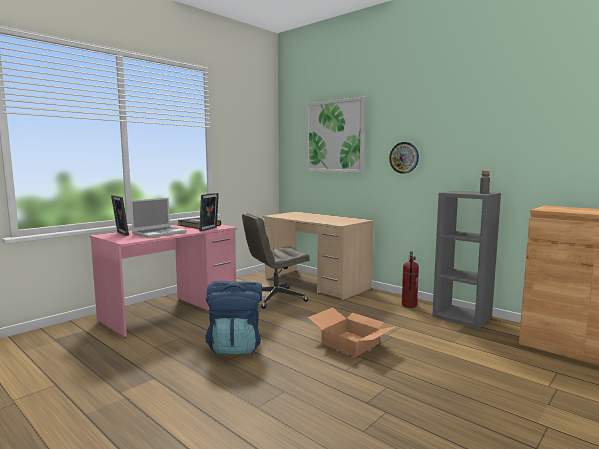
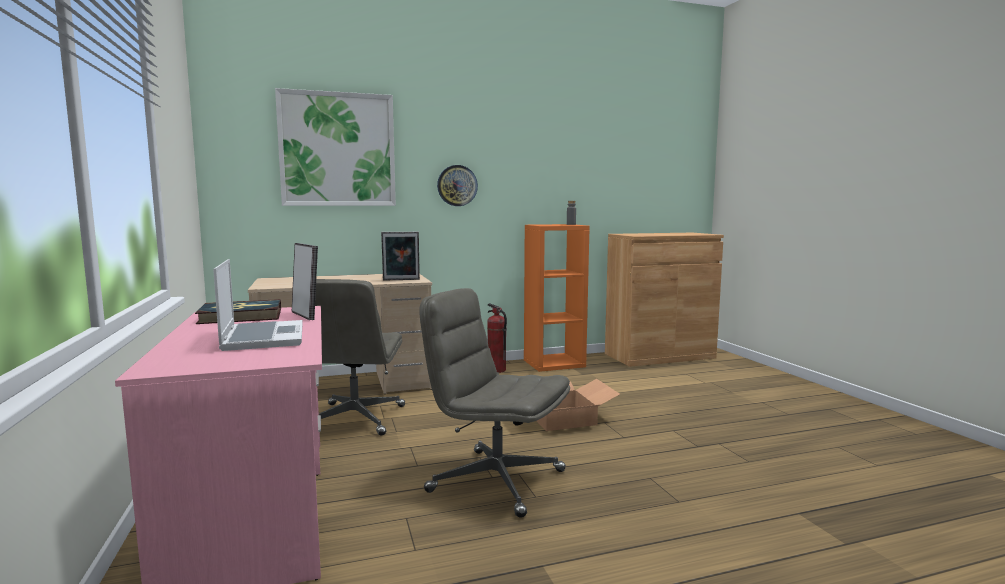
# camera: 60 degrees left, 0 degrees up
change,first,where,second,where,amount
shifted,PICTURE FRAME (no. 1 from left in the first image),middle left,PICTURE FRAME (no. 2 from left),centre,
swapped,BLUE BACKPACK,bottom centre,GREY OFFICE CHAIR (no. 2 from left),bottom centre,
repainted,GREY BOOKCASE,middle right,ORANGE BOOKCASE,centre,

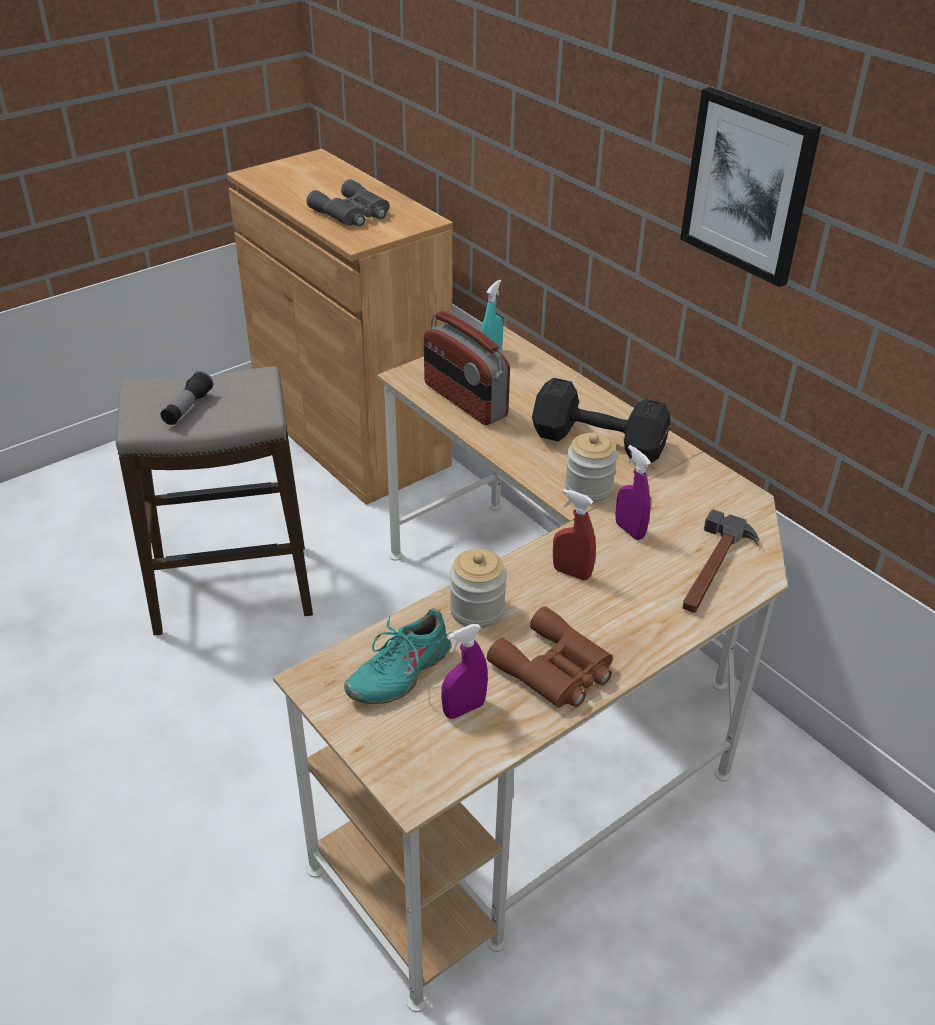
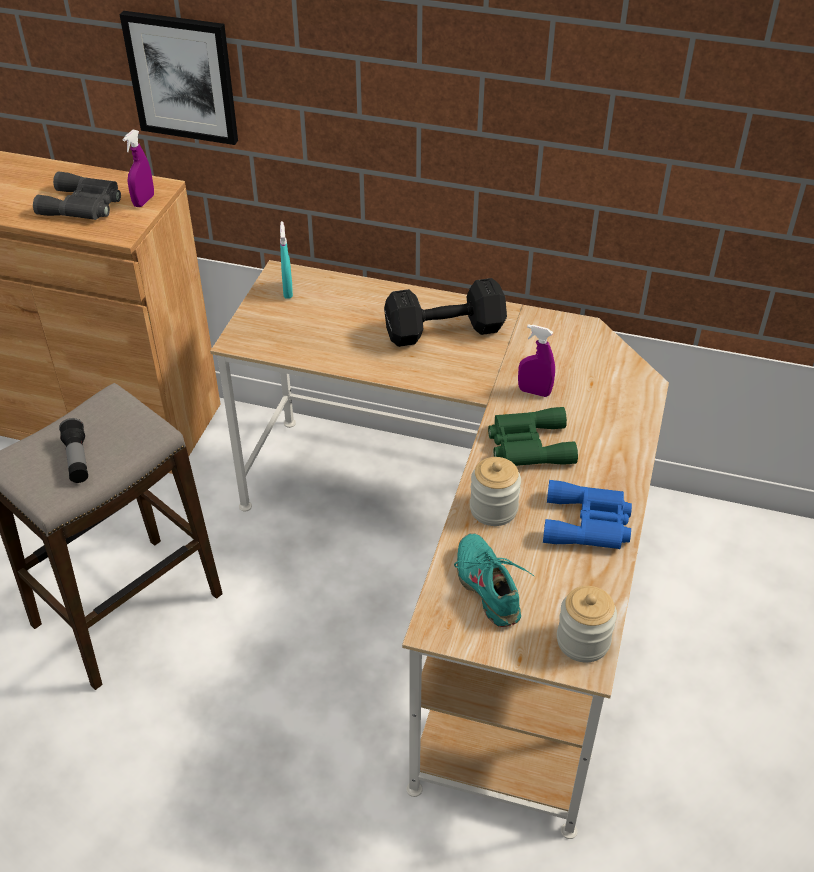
# camera: 35 degrees left, 5 degrees up
change,first,where,second,where,amount
rotated,TURQUOISE SHOE,centre,,centre,150 degrees clockwise
gone,RADIO,centre,,,
shifted,PURPLE SPRAY BOTTLE (no. 1 from left),centre,,top left,
repainted,BROWN BINOCULARS,centre,BLUE BINOCULARS,middle right,
swapped,RED SPRAY BOTTLE,centre,GREEN BINOCULARS,centre,
shifted,JAR (no. 2 from left),centre,,bottom right,
shifted,PICTURE,top right,,top left,
gone,HAMMER,middle right,,,

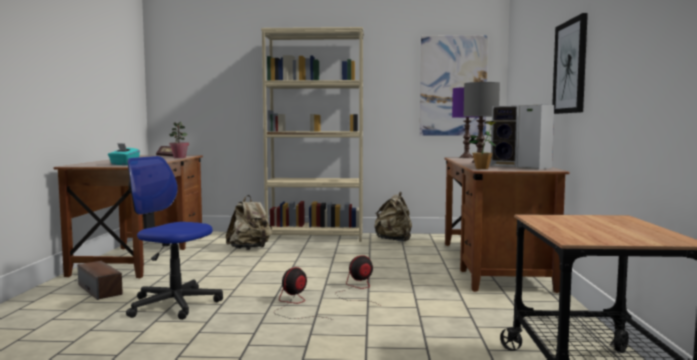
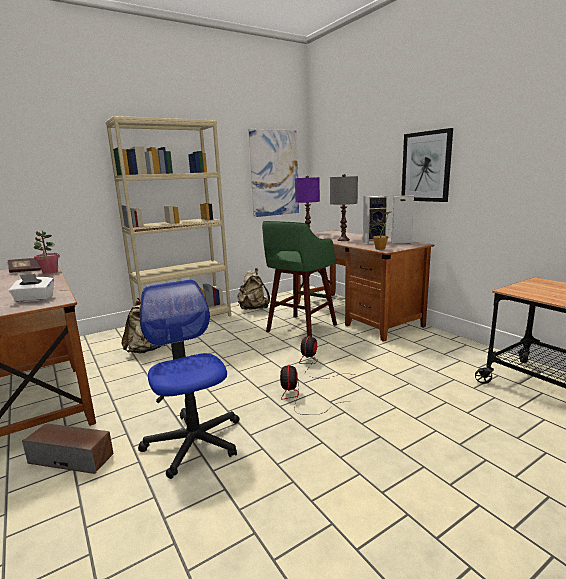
# camera: 35 degrees left, 10 degrees up
change,first,where,second,where,amount
repainted,TURQUOISE TISSUE BOX,middle left,WHITE TISSUE BOX,middle left,
rotated,OFFICE CHAIR,middle left,,centre,75 degrees clockwise
new,,,GREEN STOOL,centre,

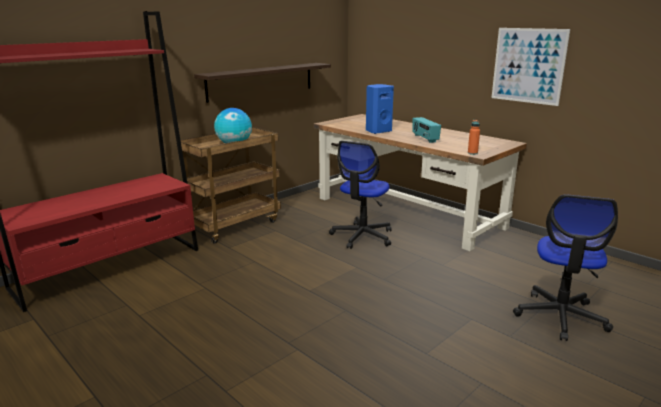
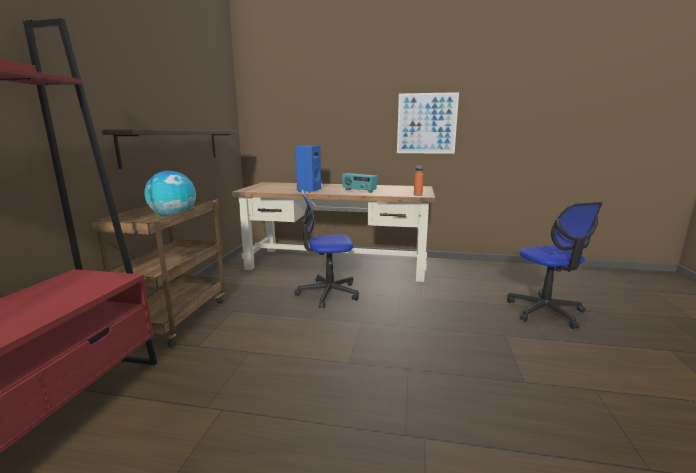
# camera: 35 degrees left, 5 degrees down
change,first,where,second,where,amount
rotated,OFFICE CHAIR (no. 1 from left),centre,,centre,90 degrees clockwise

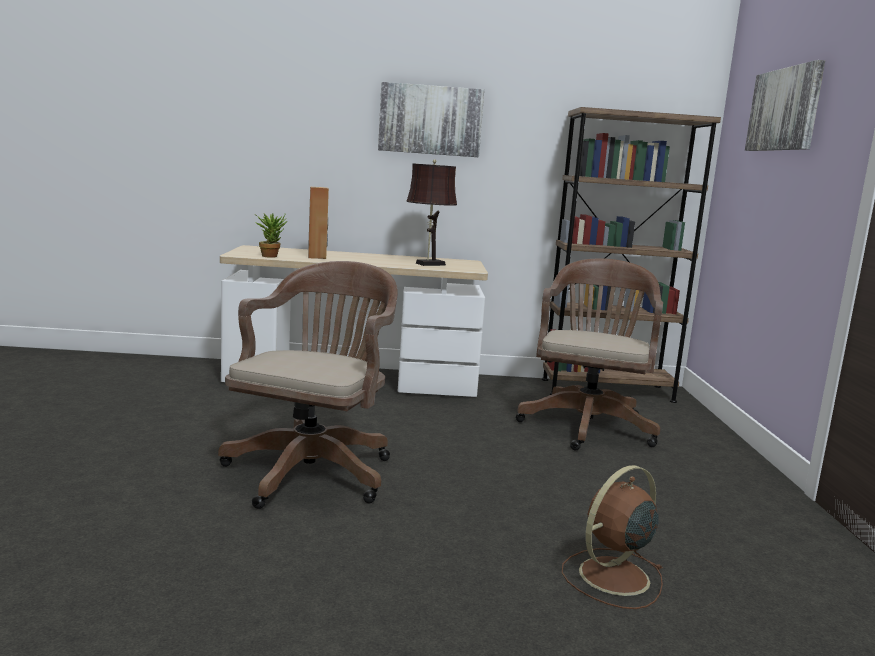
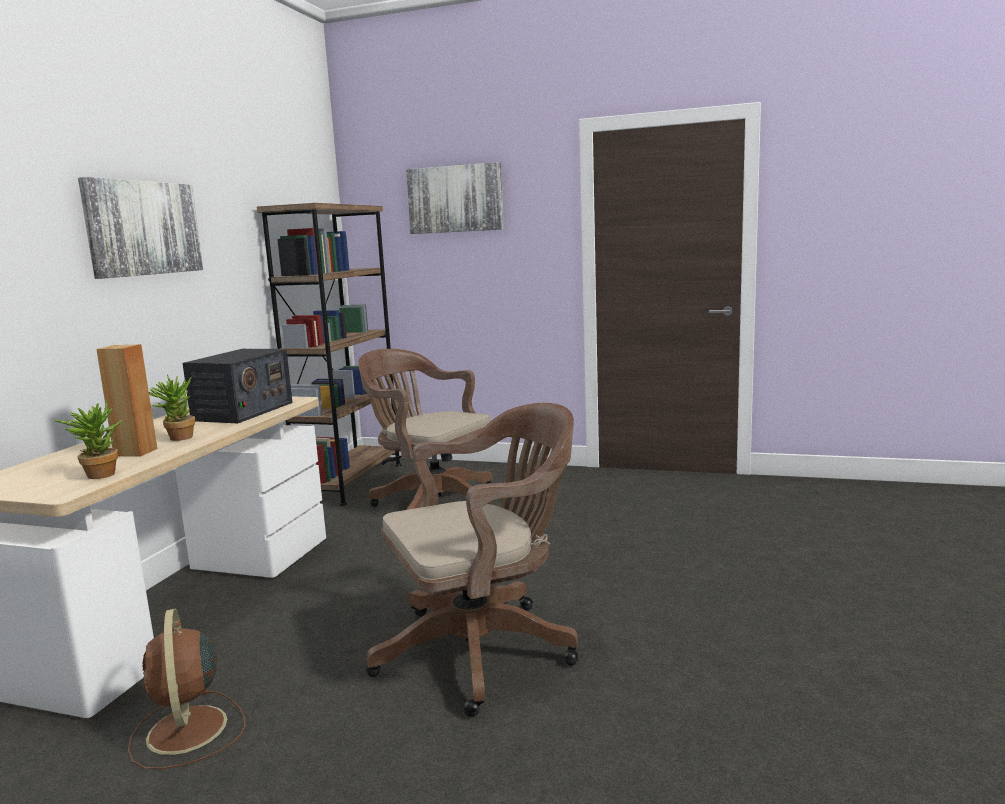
# camera: 70 degrees left, 0 degrees up
change,first,where,second,where,amount
rotated,BROWN OFFICE CHAIR (no. 1 from left in the first image),centre,BROWN OFFICE CHAIR (no. 2 from left),bottom centre,120 degrees clockwise
swapped,BROWN TABLE LAMP,top centre,RADIO,middle left,
shifted,BROWN FAN,bottom right,,bottom left,
new,,,POTTED PLANT (no. 2 from left),middle left,

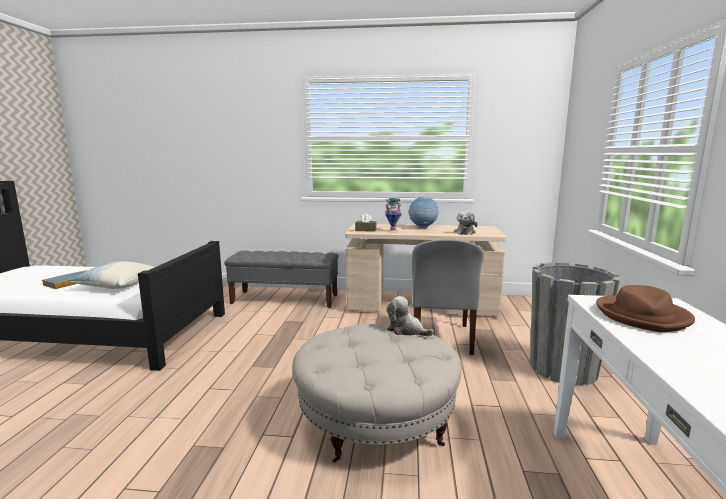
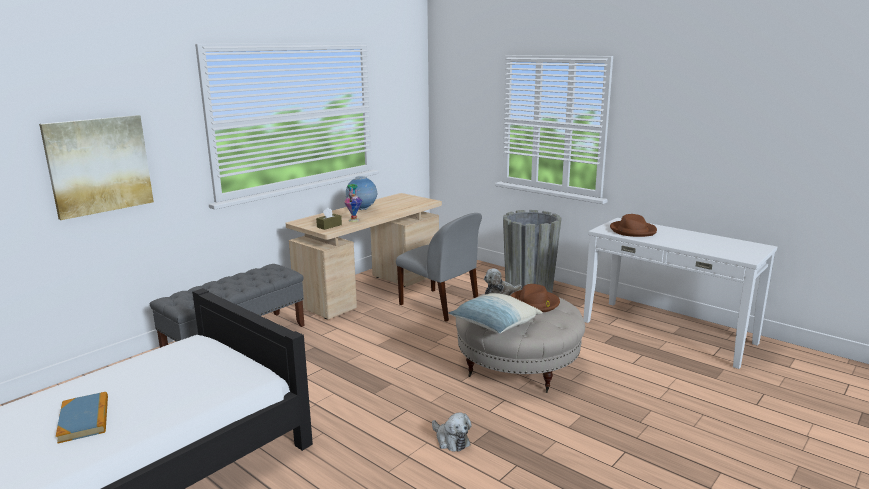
# camera: 55 degrees left, 5 degrees up
change,first,where,second,where,amount
shifted,PILLOW,middle left,,centre,
shifted,PLUSH TOY (no. 2 from left in the first image),centre,PLUSH TOY (no. 1 from left),bottom centre,
new,,,PICTURE,middle left,
new,,,BROWN HAT (no. 1 from left),centre,

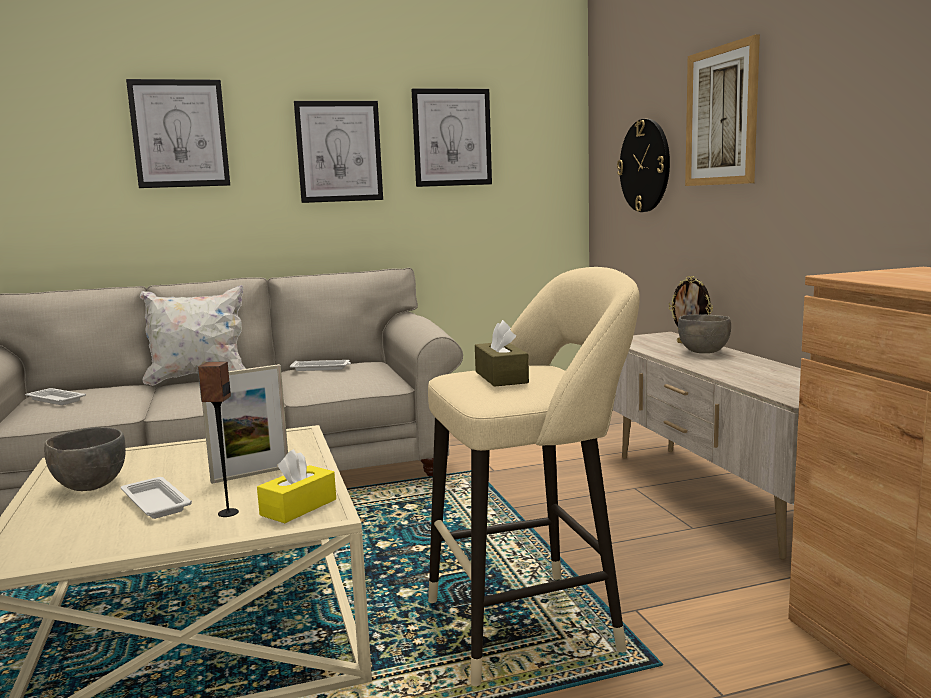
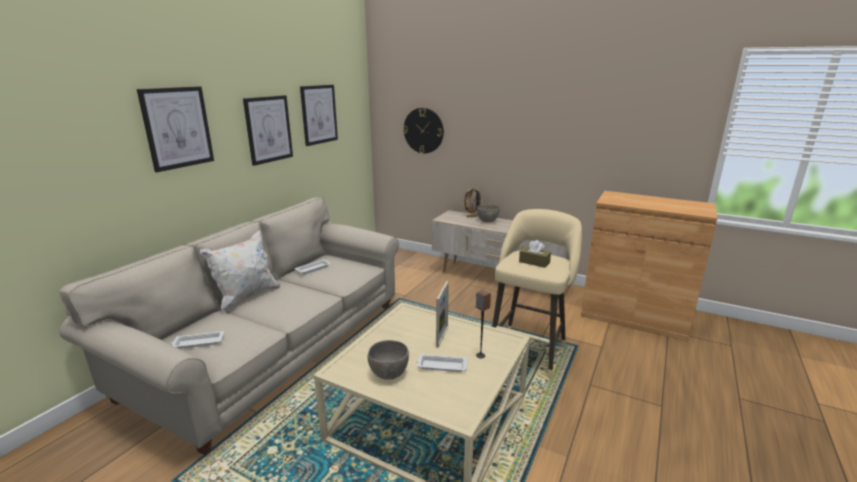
# camera: 45 degrees left, 10 degrees up
change,first,where,second,where,amount
gone,YELLOW TISSUE BOX,bottom left,,,
gone,PICTURE (no. 4 from left),top right,,,

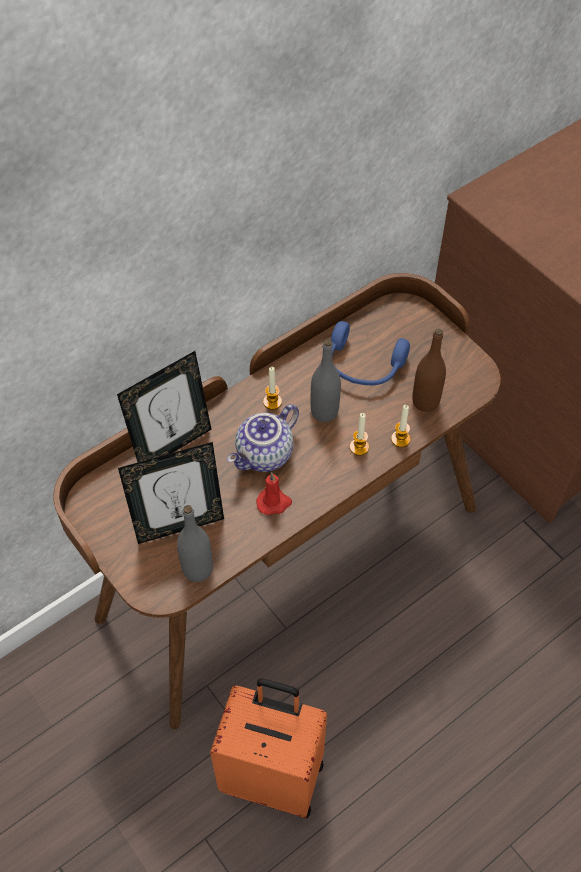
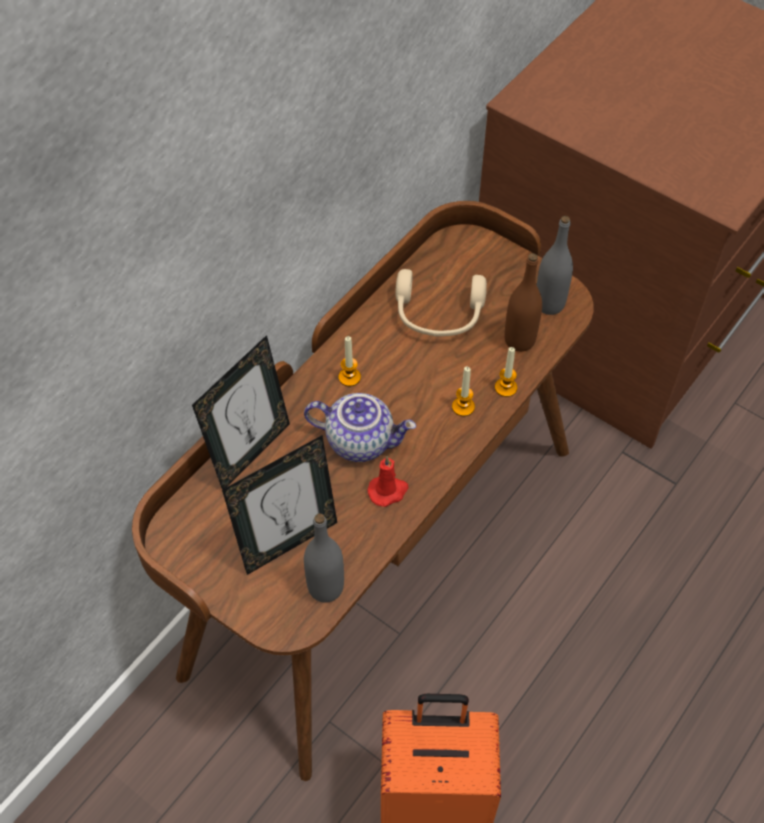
# camera: 15 degrees left, 0 degrees up
change,first,where,second,where,amount
rotated,TEAPOT,centre,,centre,105 degrees counterclockwise
shifted,GREY BOTTLE (no. 2 from left),centre,,top right,
repainted,BLUE HEADPHONES,centre,BEIGE HEADPHONES,centre,

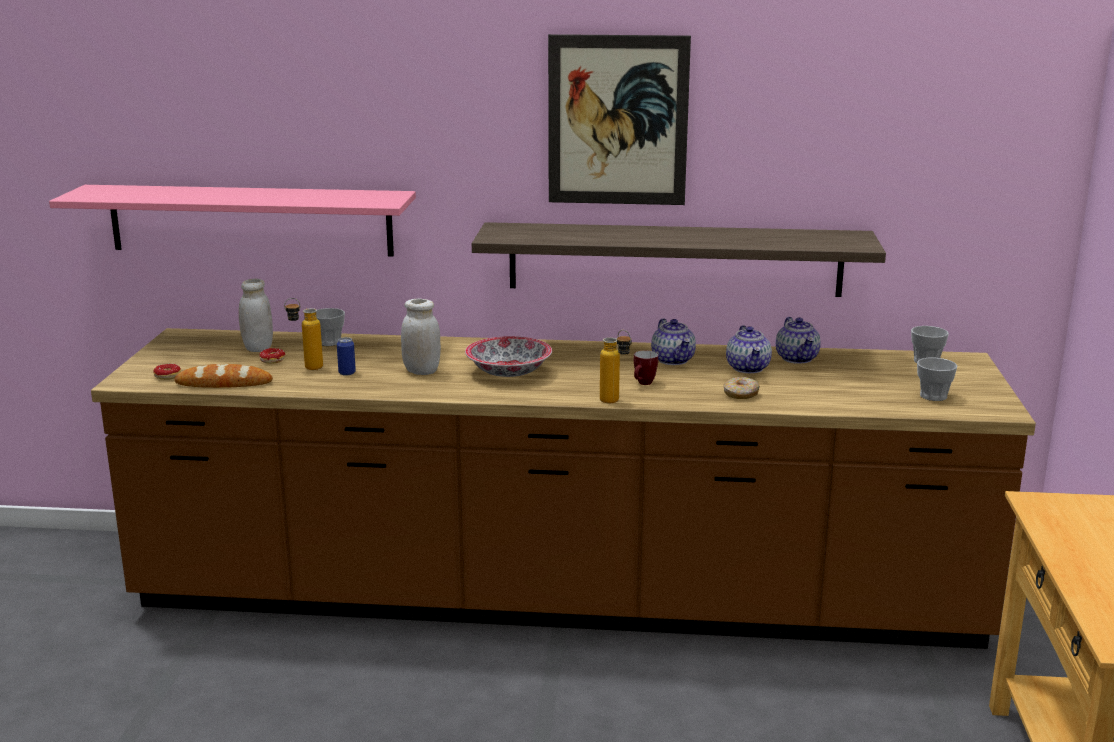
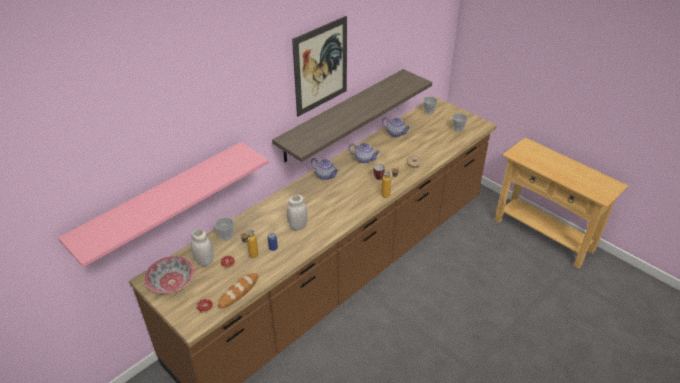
# camera: 50 degrees left, 20 degrees up
change,first,where,second,where,amount
shifted,BOWL,centre,,bottom left,
shifted,TEAPOT (no. 2 from left in the first image),middle right,TEAPOT (no. 1 from left),centre,

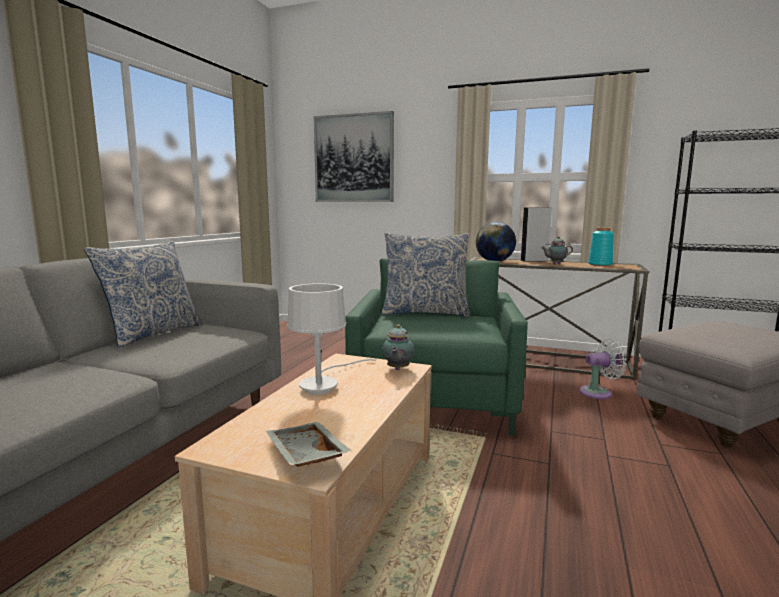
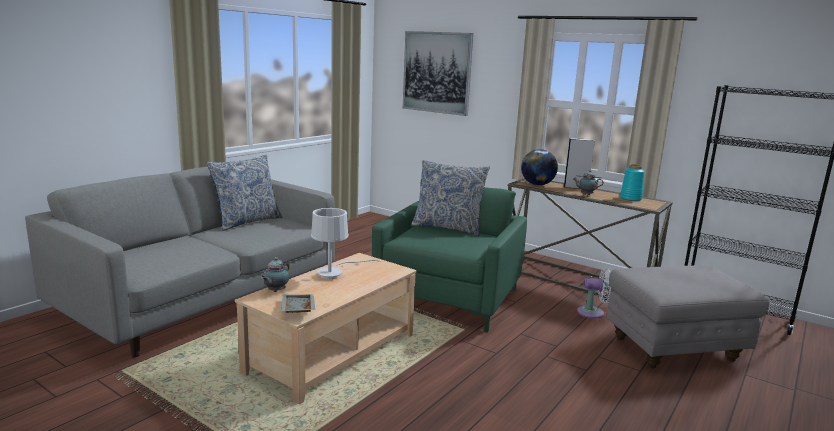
# camera: 15 degrees right, 5 degrees up
change,first,where,second,where,amount
shifted,TEAPOT (no. 1 from left),centre,,middle left,

